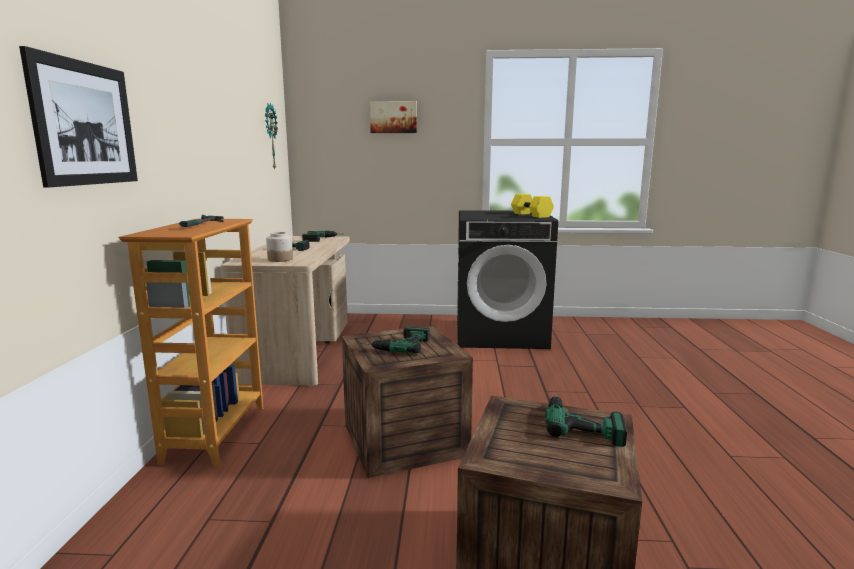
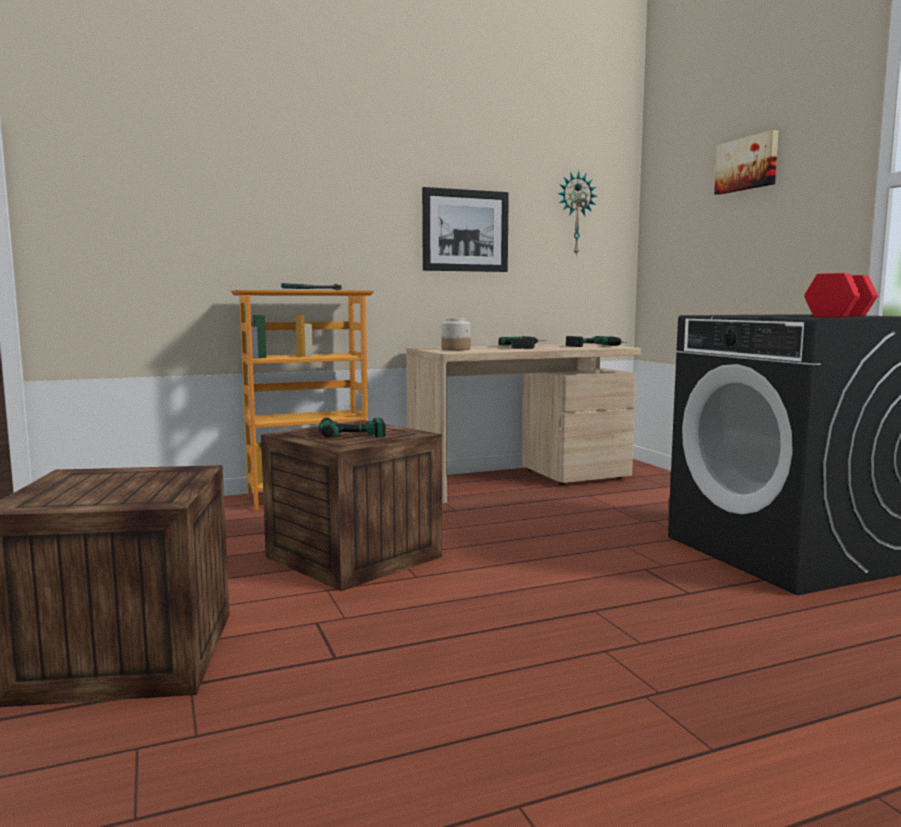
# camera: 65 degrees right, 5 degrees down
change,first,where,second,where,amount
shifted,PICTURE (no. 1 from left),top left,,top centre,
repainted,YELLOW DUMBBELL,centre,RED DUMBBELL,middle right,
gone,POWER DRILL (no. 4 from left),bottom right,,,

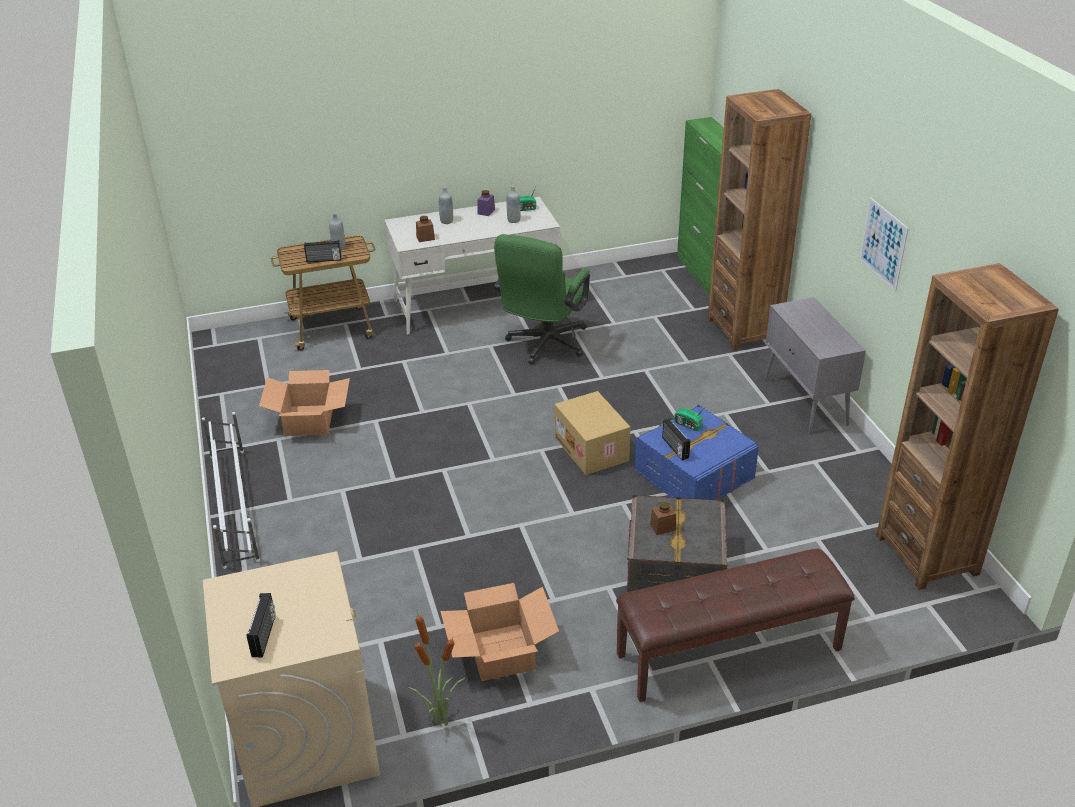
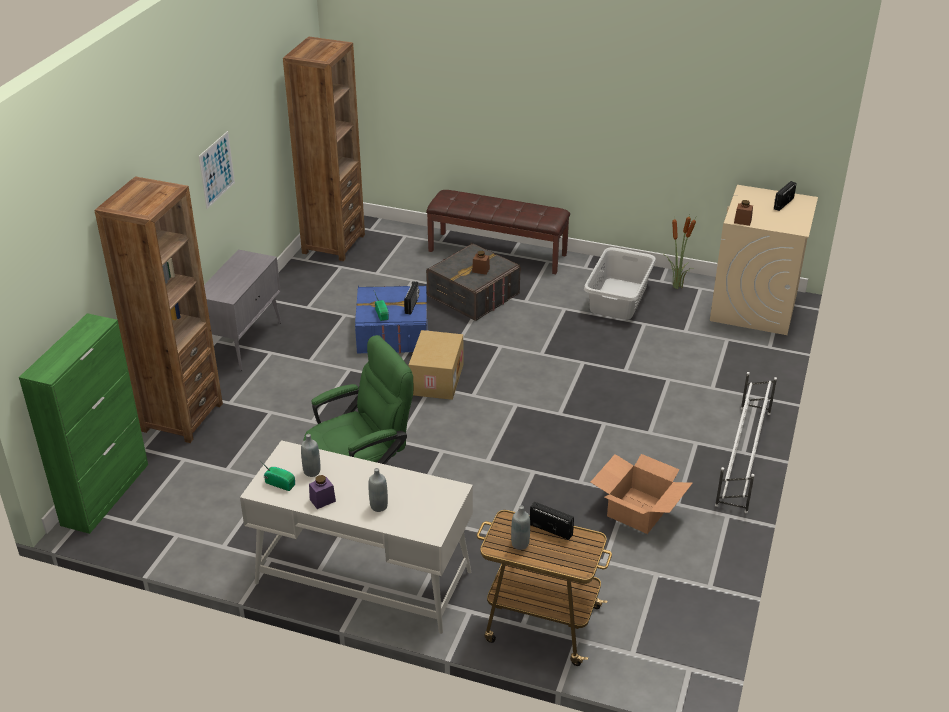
# camera: 145 degrees left, 0 degrees up
change,first,where,second,where,amount
shifted,BROWN JAR (no. 1 from left in the first image),top centre,BROWN JAR (no. 2 from left),top right,
swapped,CARDBOARD BOX (no. 2 from left),bottom centre,GREY LAUNDRY BASKET,centre,

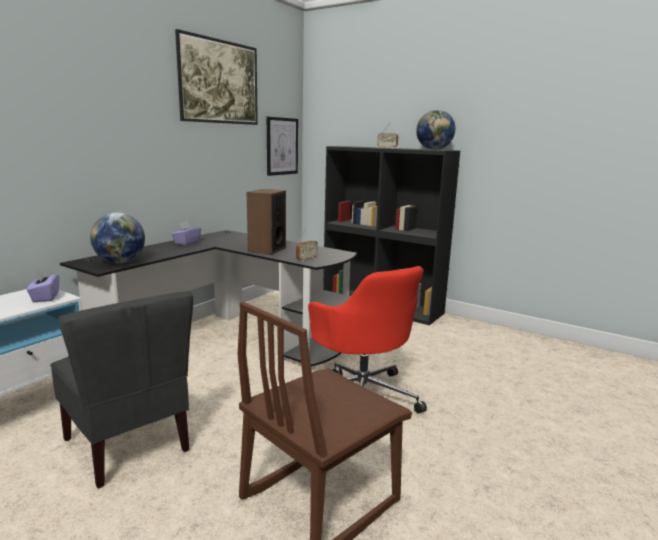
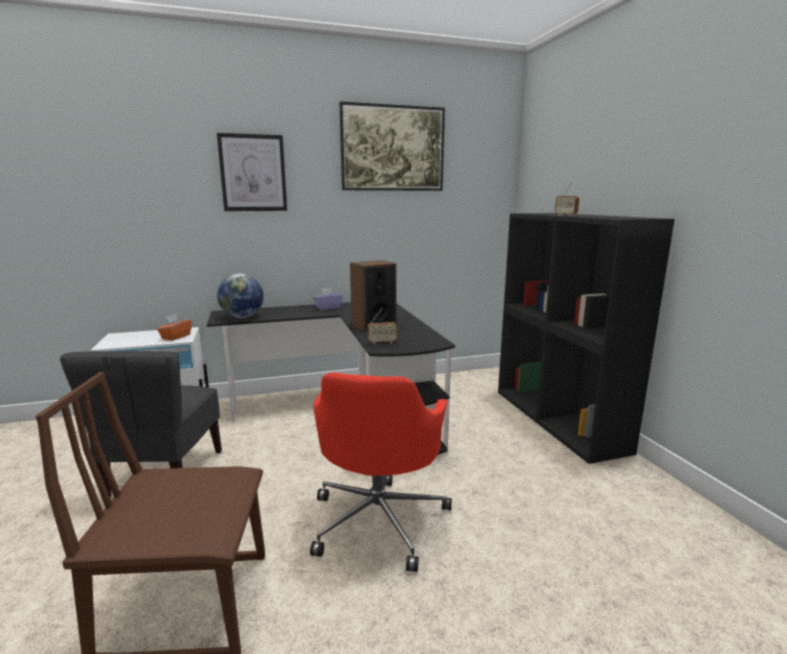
# camera: 40 degrees right, 0 degrees up
change,first,where,second,where,amount
repainted,PURPLE TISSUE BOX (no. 1 from left),middle left,ORANGE TISSUE BOX,middle left,
shifted,PICTURE (no. 2 from left in the first image),top centre,PICTURE (no. 1 from left),top left,
gone,GLOBE (no. 2 from left),top centre,,,

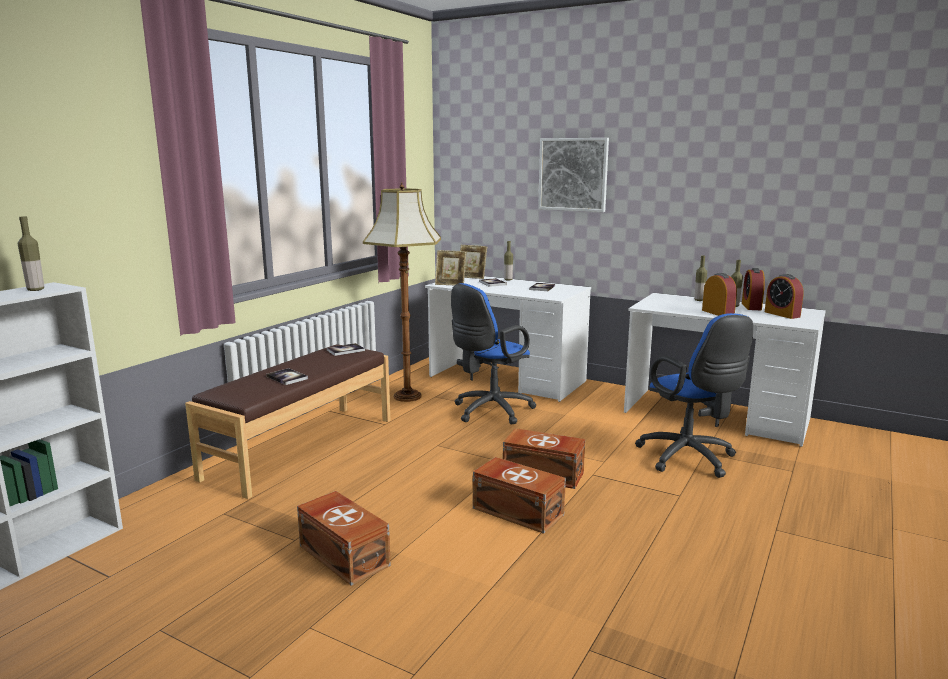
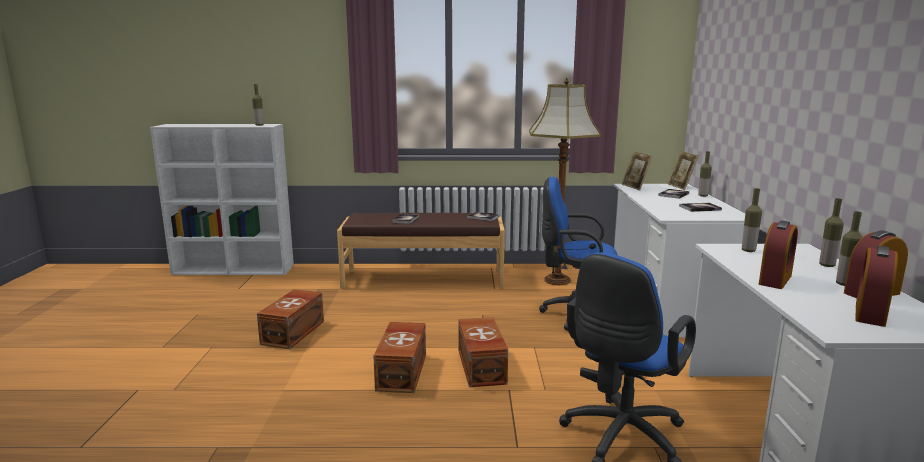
# camera: 60 degrees right, 0 degrees up
change,first,where,second,where,amount
gone,PICTURE,top centre,,,
new,,,BOTTLE (no. 3 from left),middle right,

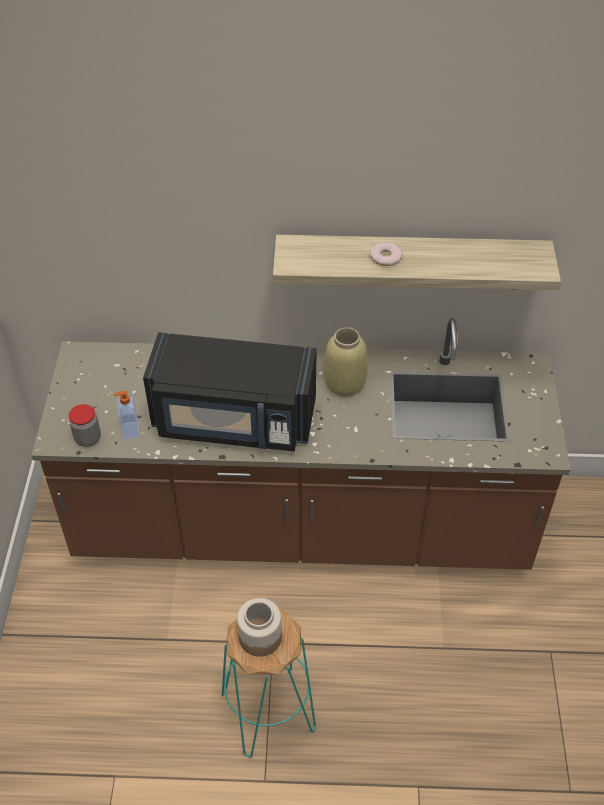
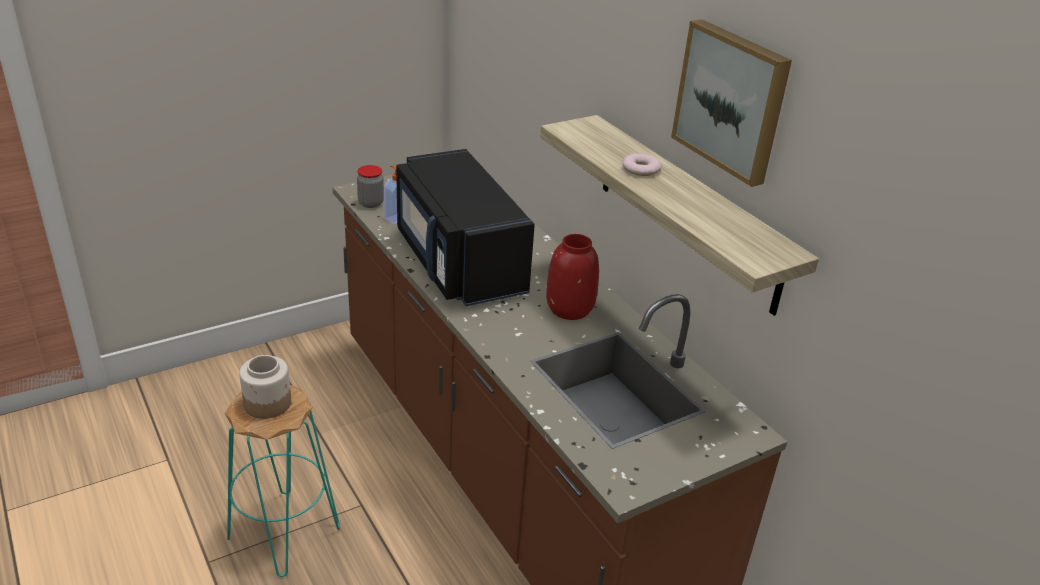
# camera: 55 degrees right, 15 degrees down
change,first,where,second,where,amount
repainted,BEIGE VASE,centre,RED VASE,centre,
new,,,PICTURE,top right,

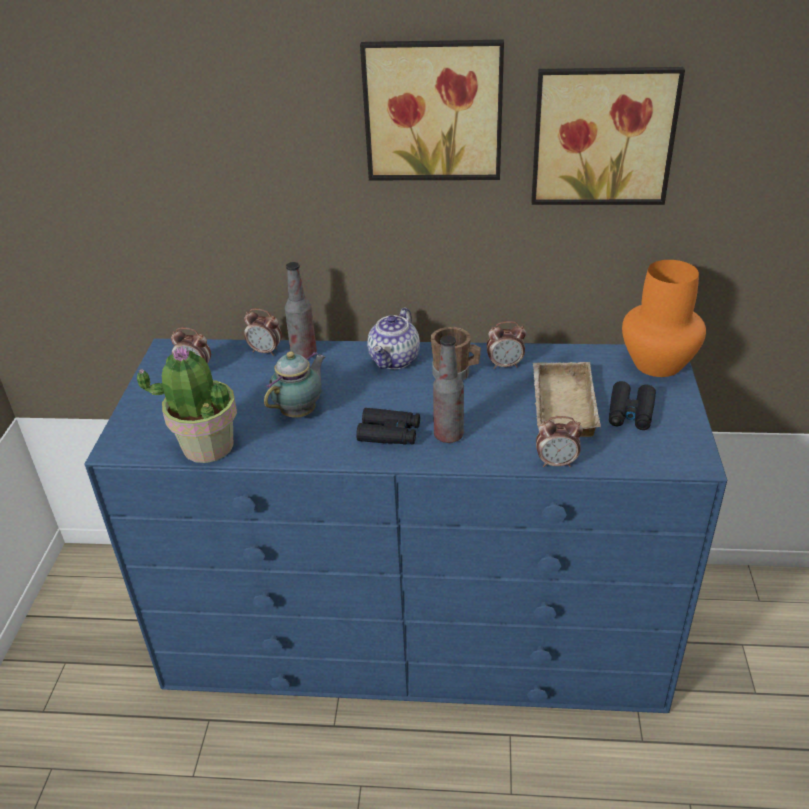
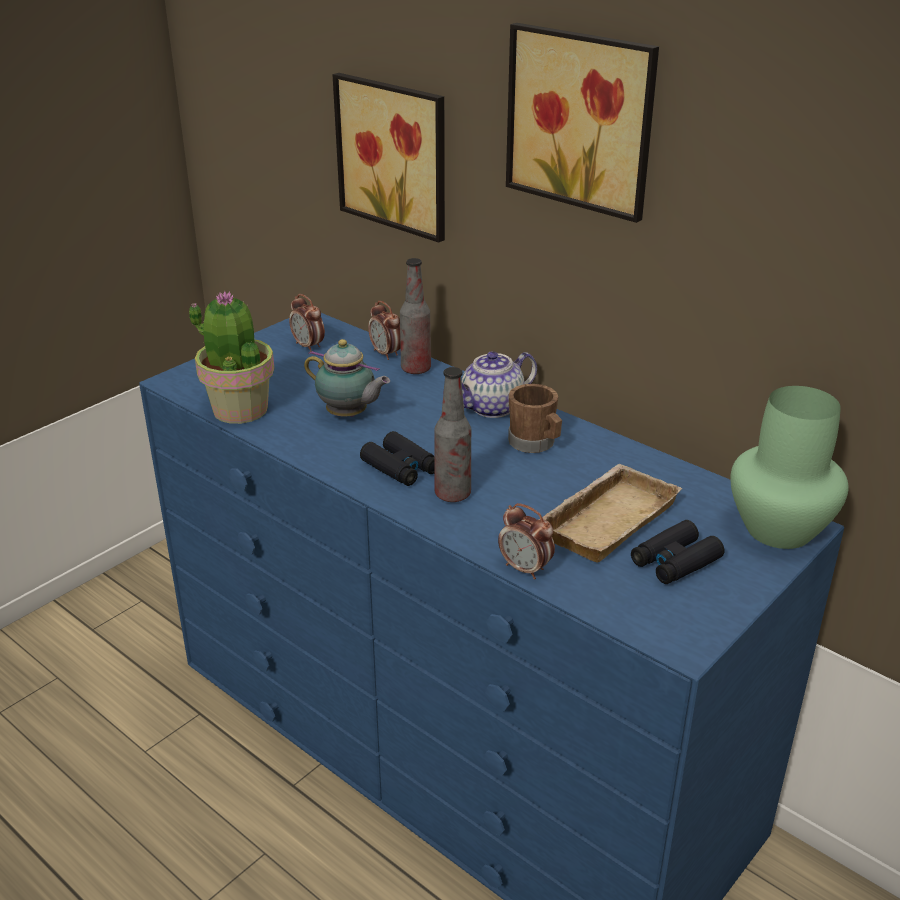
# camera: 35 degrees right, 5 degrees down
change,first,where,second,where,amount
rotated,TEAPOT (no. 1 from left),centre,,centre,45 degrees clockwise
gone,ALARM CLOCK (no. 3 from left),centre,,,
shifted,PICTURE (no. 2 from left in the first image),top right,PICTURE (no. 1 from left),top centre,
repainted,ORANGE VASE,middle right,GREEN VASE,middle right,

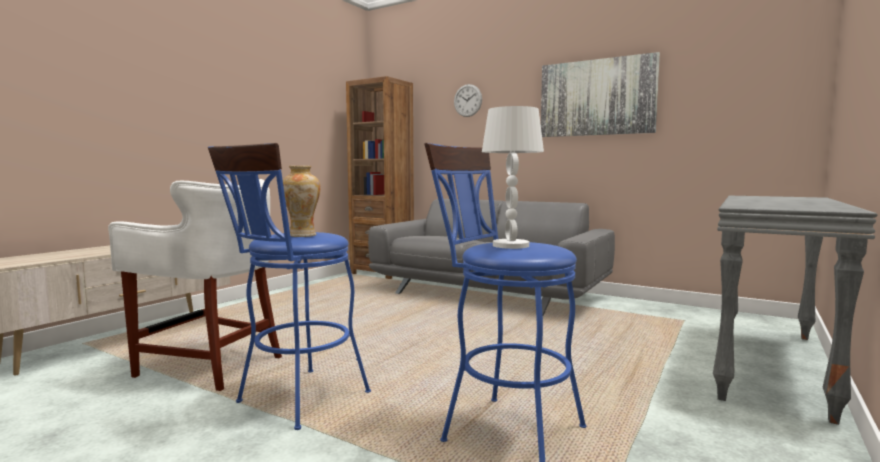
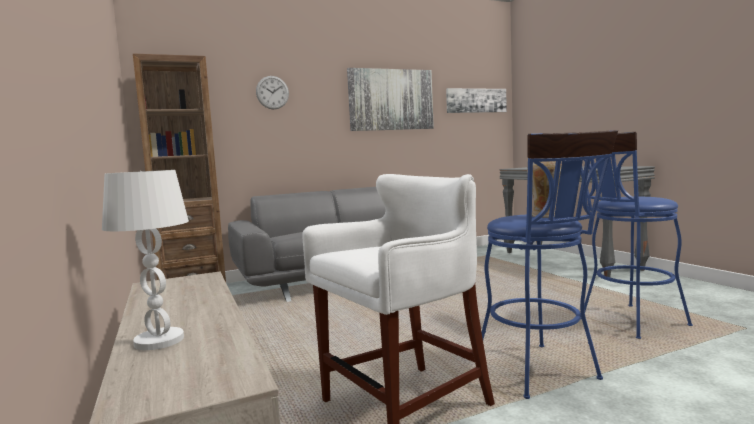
# camera: 55 degrees left, 0 degrees up
change,first,where,second,where,amount
shifted,WHITE TABLE LAMP,centre,,middle left,
new,,,PICTURE (no. 2 from left),top centre,

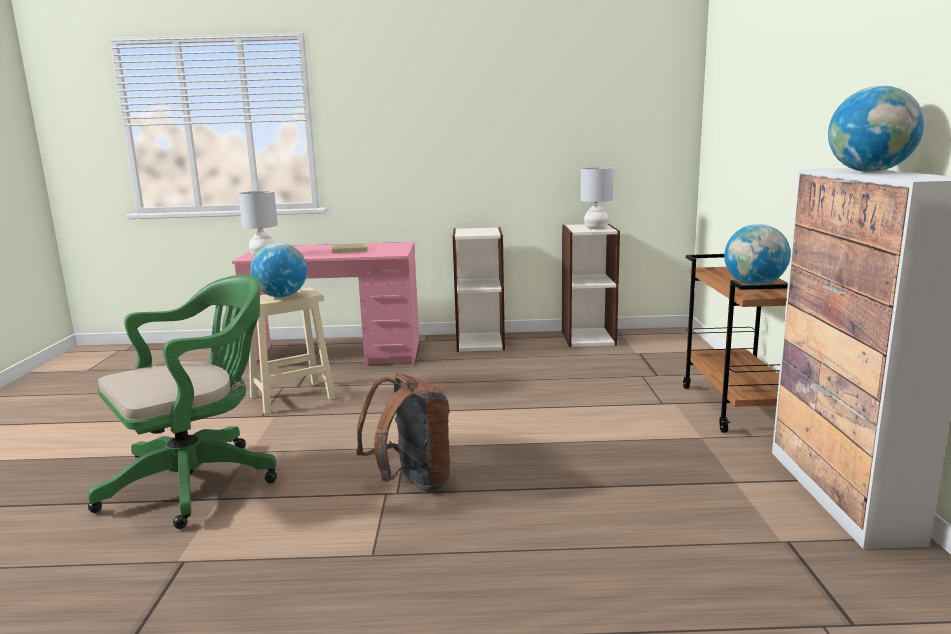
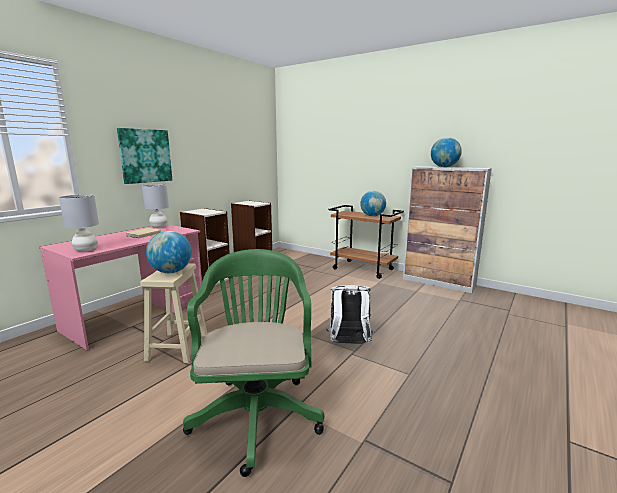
# camera: 55 degrees left, 0 degrees up
change,first,where,second,where,amount
repainted,BROWN BACKPACK,bottom centre,WHITE BACKPACK,centre,
shifted,GREY TABLE LAMP (no. 2 from left),top centre,,middle left,
new,,,PICTURE,top left,

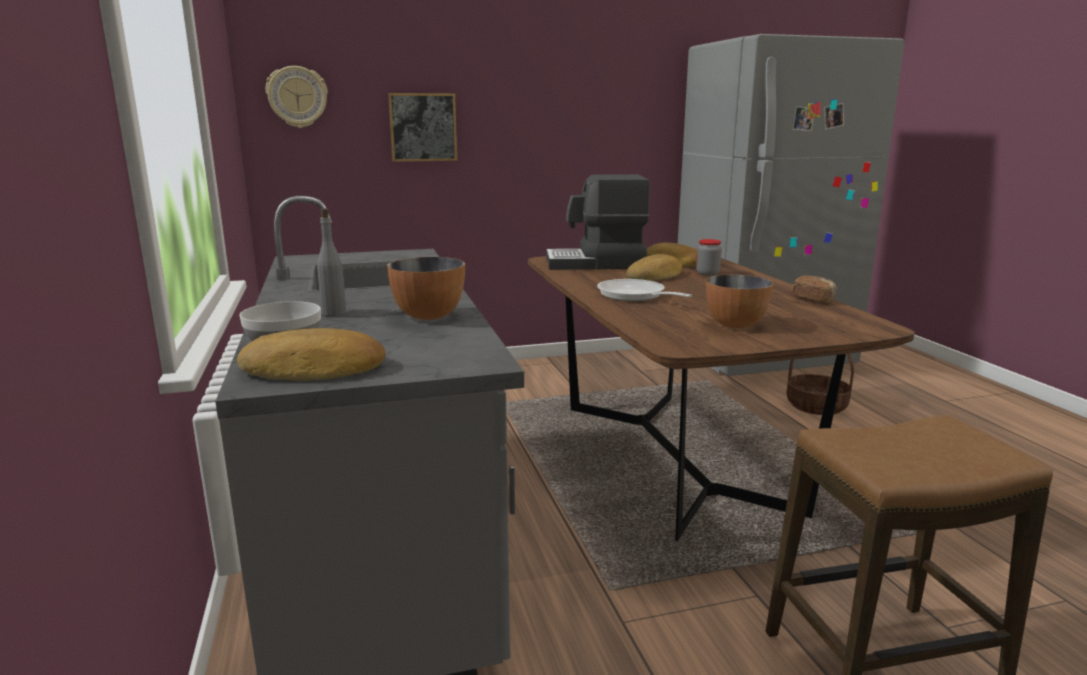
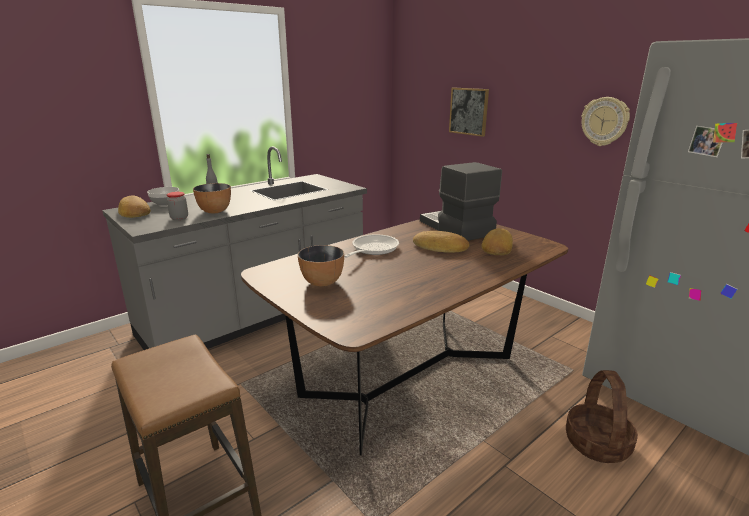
# camera: 65 degrees right, 5 degrees up
change,first,where,second,where,amount
shifted,WALL CLOCK,top left,,top right,
shifted,JAR,centre,,middle left,
gone,BREAD (no. 4 from left),middle right,,,

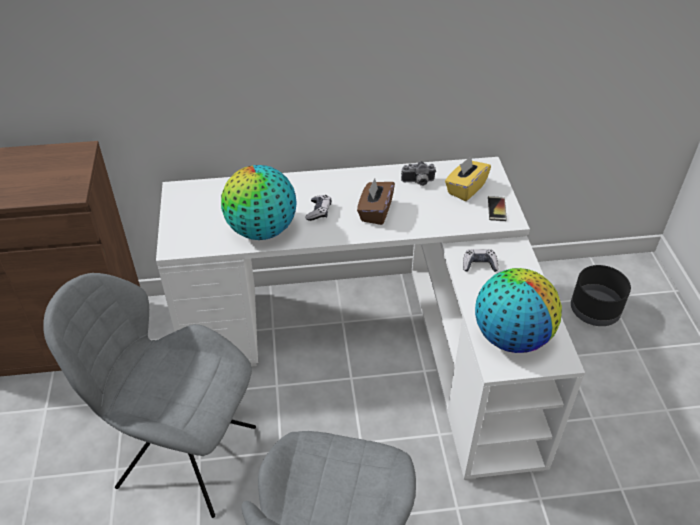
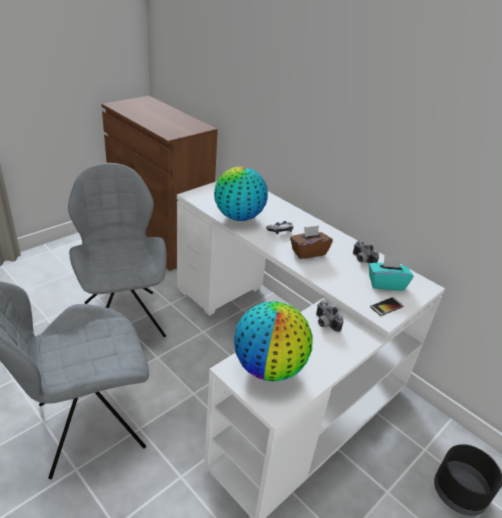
# camera: 50 degrees right, 10 degrees down
change,first,where,second,where,amount
repainted,YELLOW TISSUE BOX,middle right,TURQUOISE TISSUE BOX,middle right,
swapped,GAME CONTROLLER (no. 2 from left),middle right,PHOTO CAMERA (no. 1 from left),centre,

